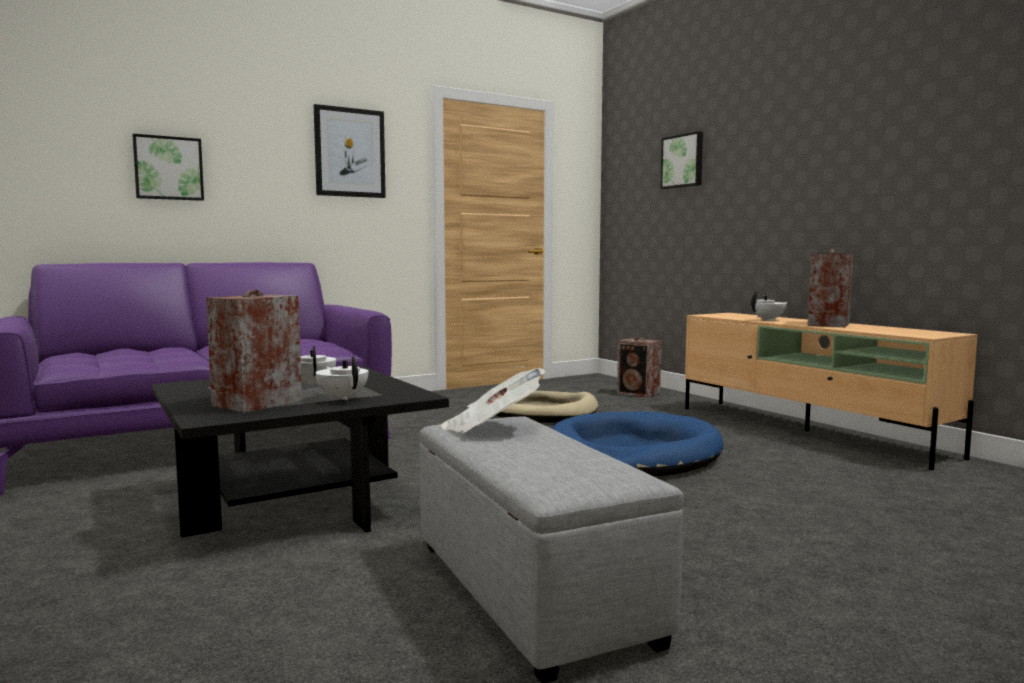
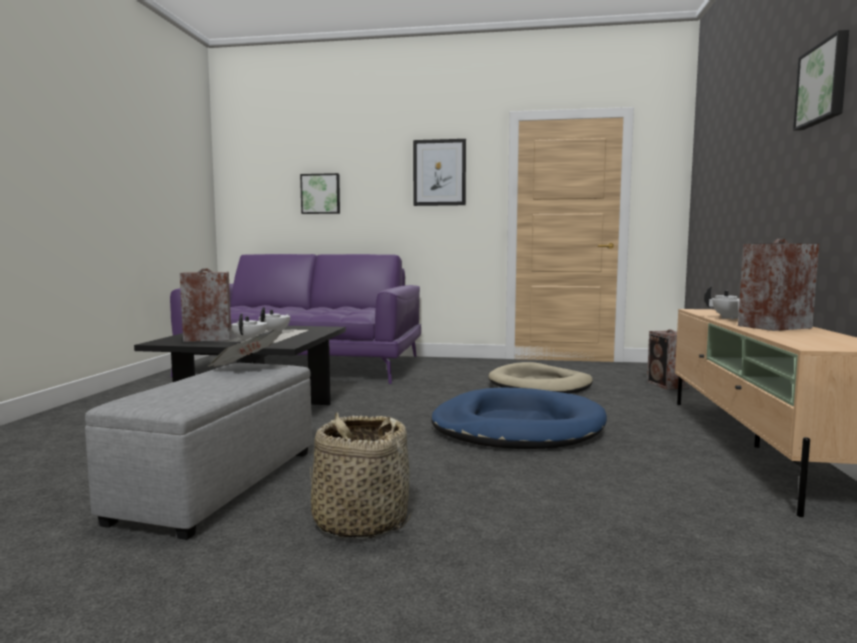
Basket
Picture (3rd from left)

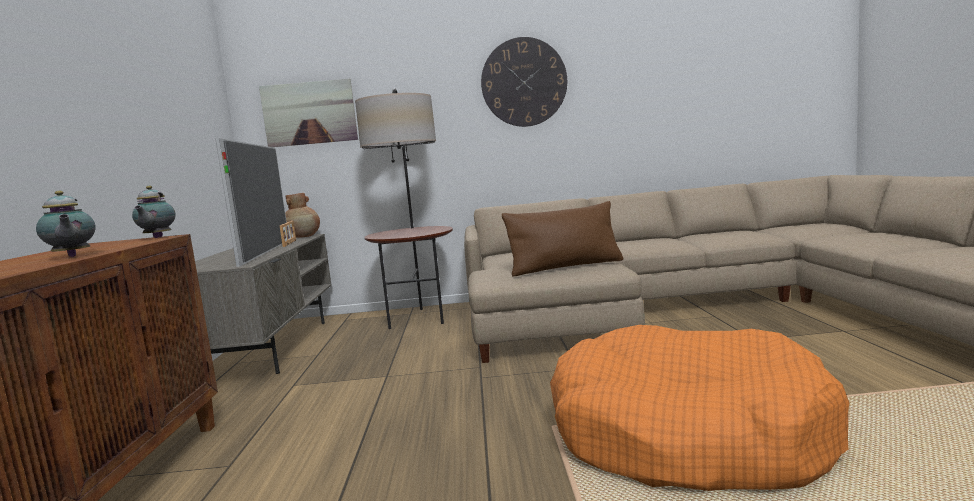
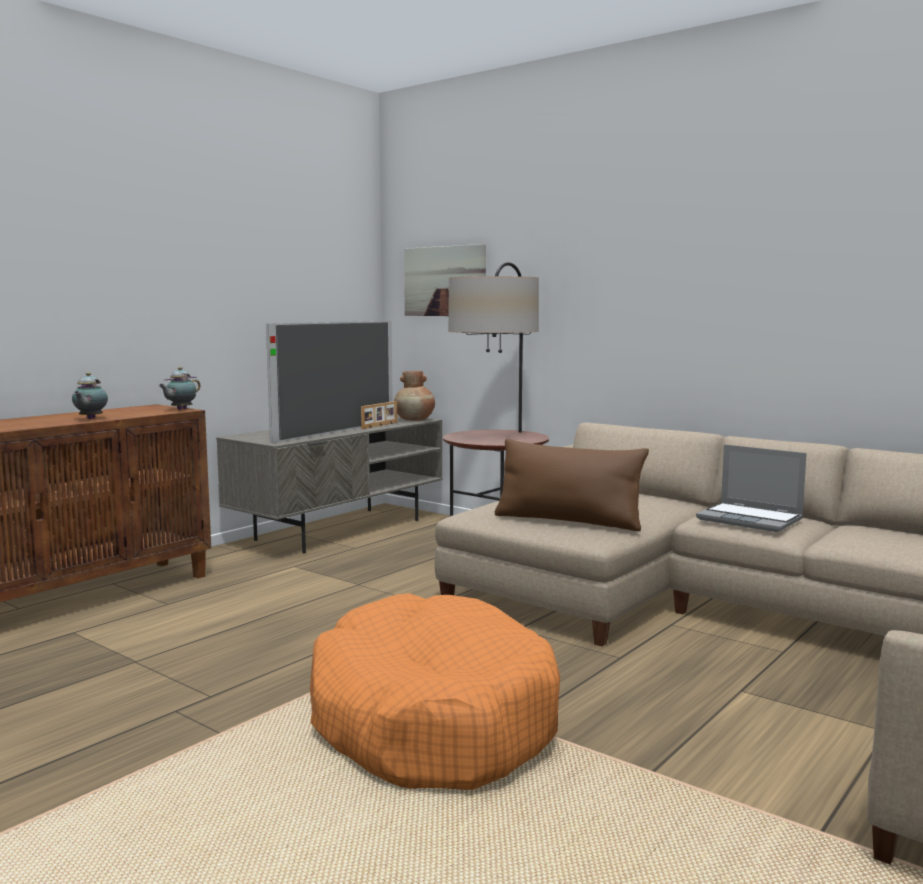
Laptop
WallClock

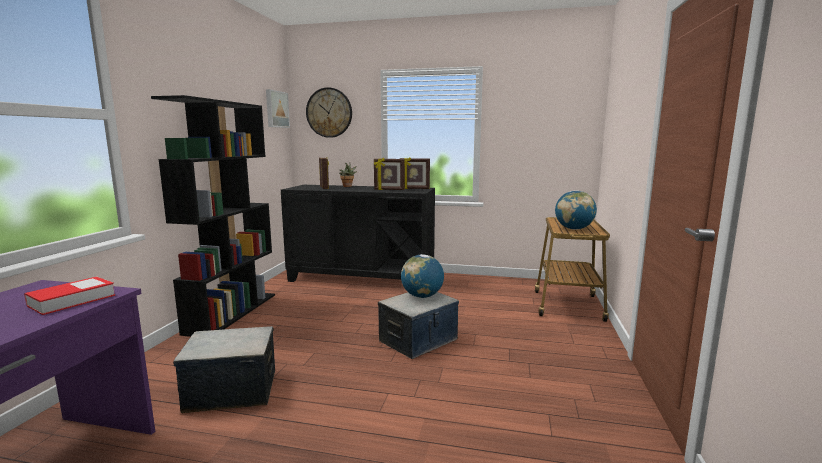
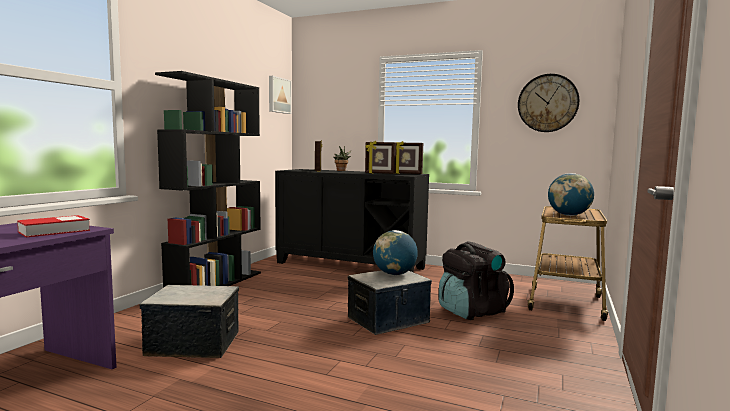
BlackBackpack
WallClock

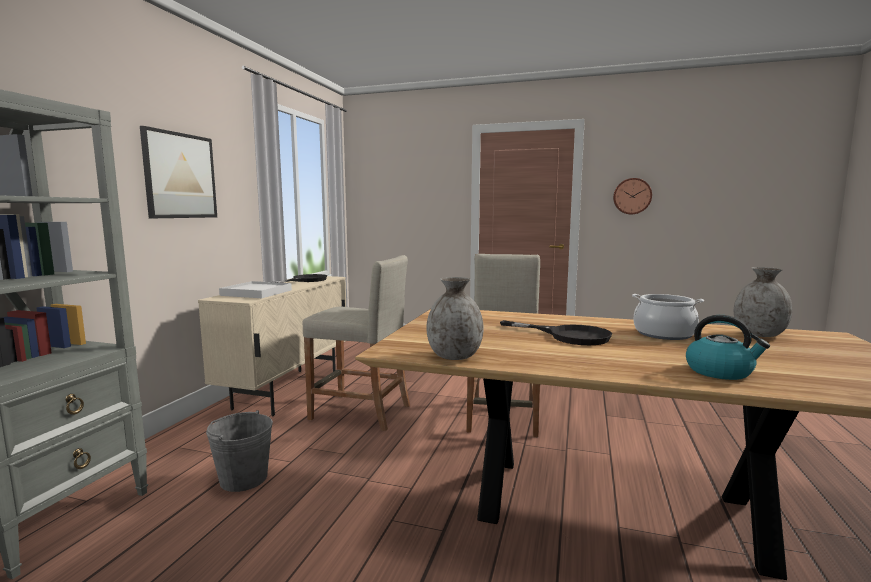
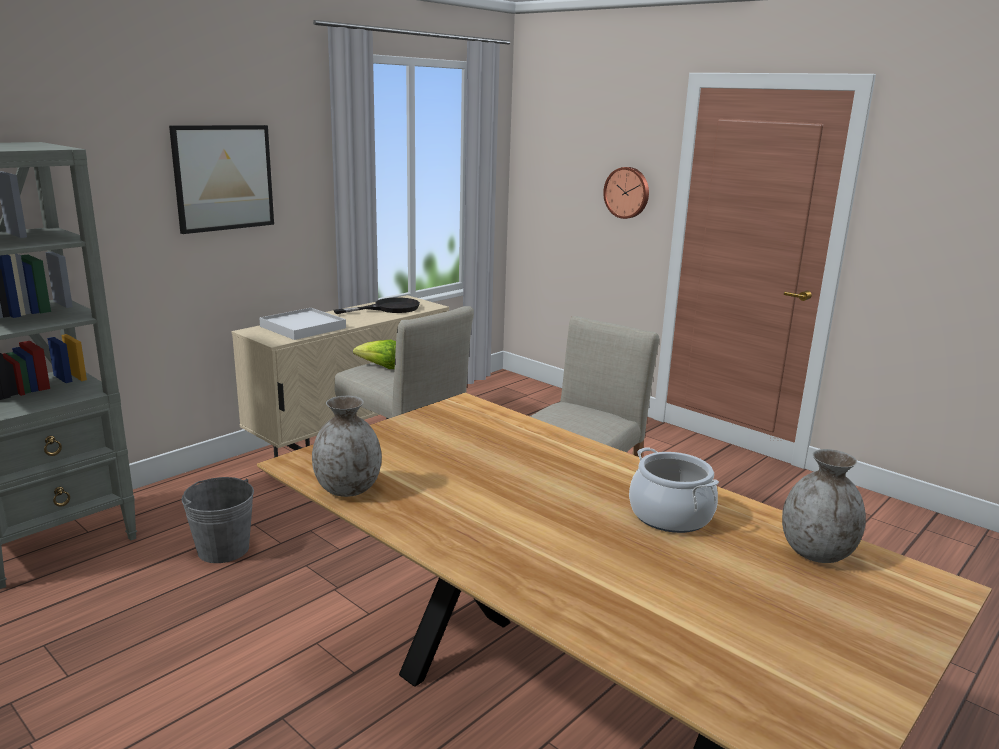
Lettuce
WallClock
BlackFryingPan (2nd from left in the first image)
Kettle

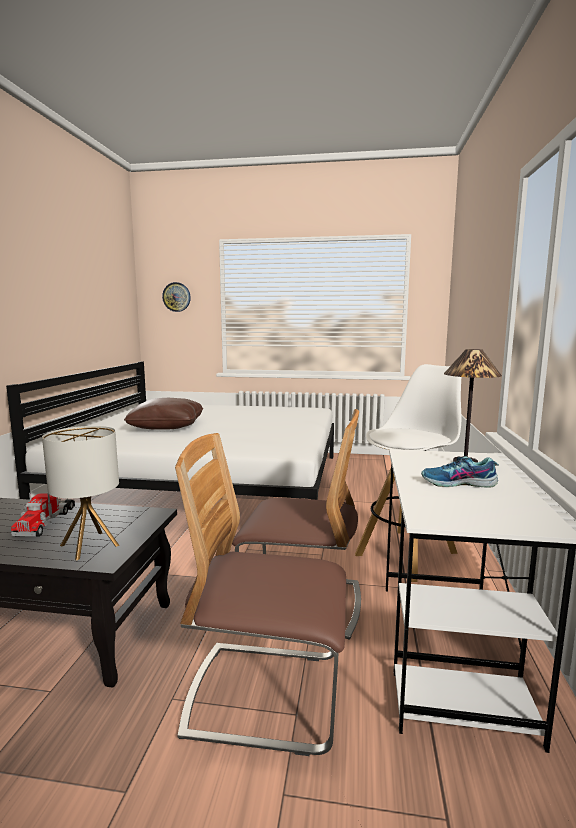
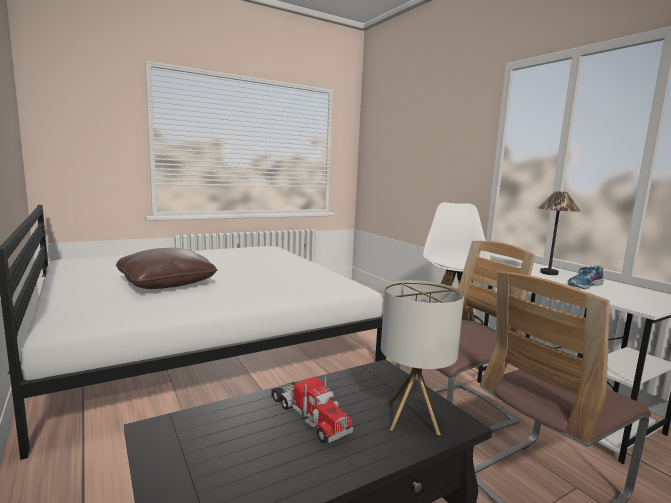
WallClock

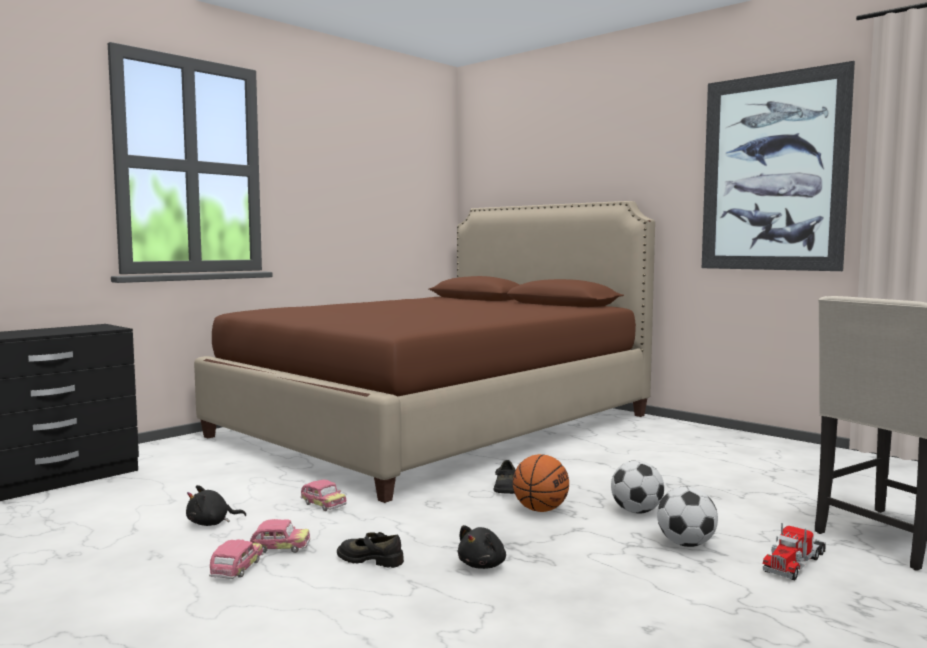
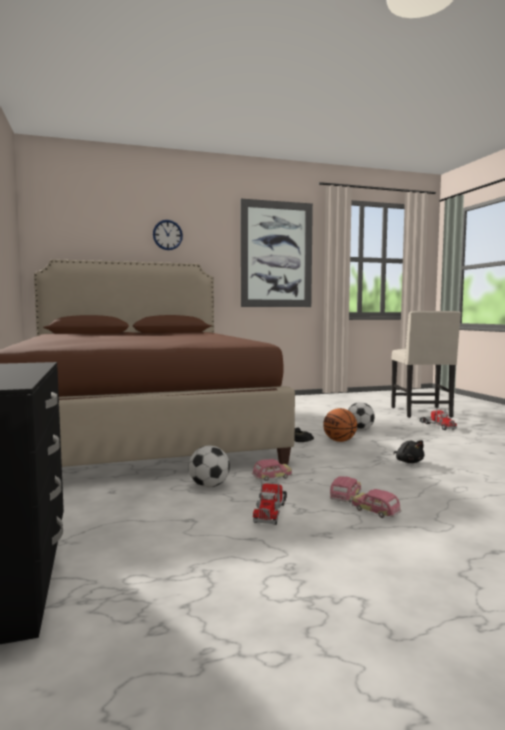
WallClock
Football (1st from left)
ToyTruck (1st from left)
BlackShoe (1st from left in the first image)

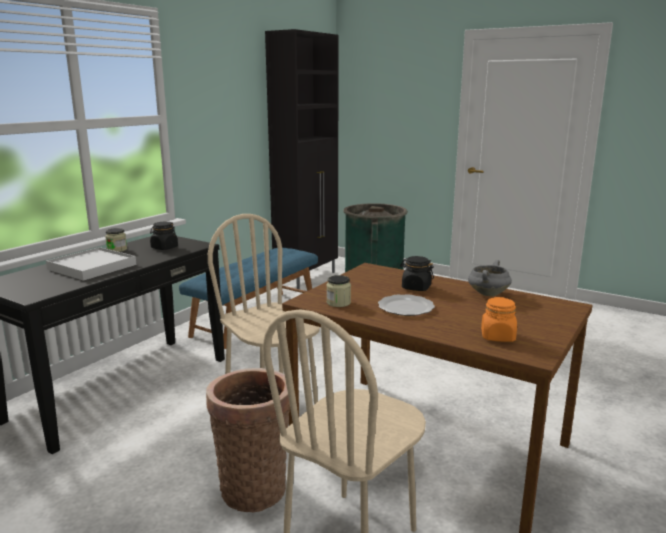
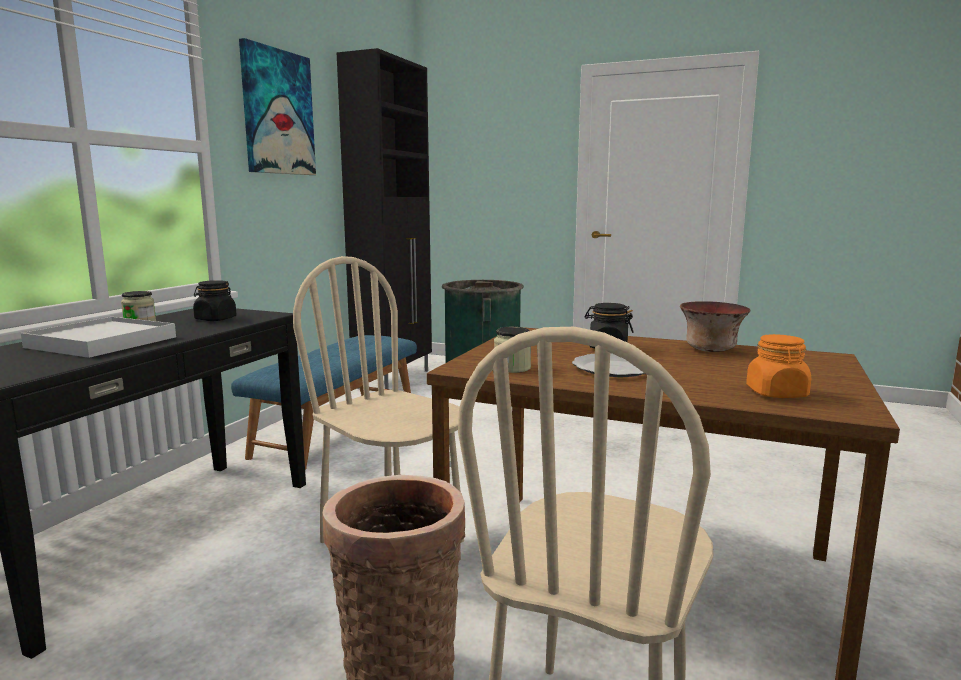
Picture
Bowl

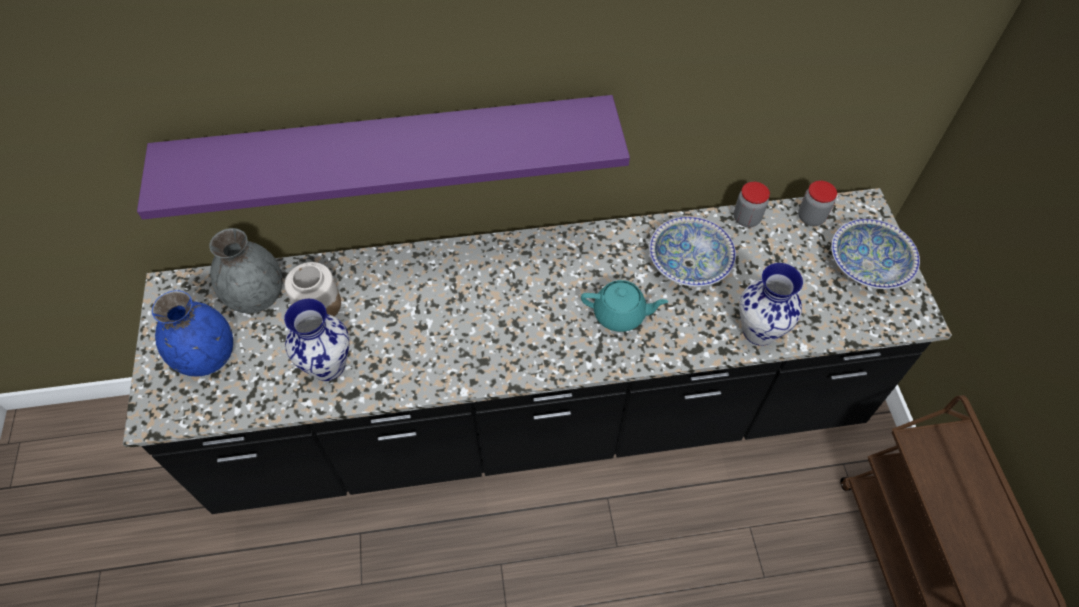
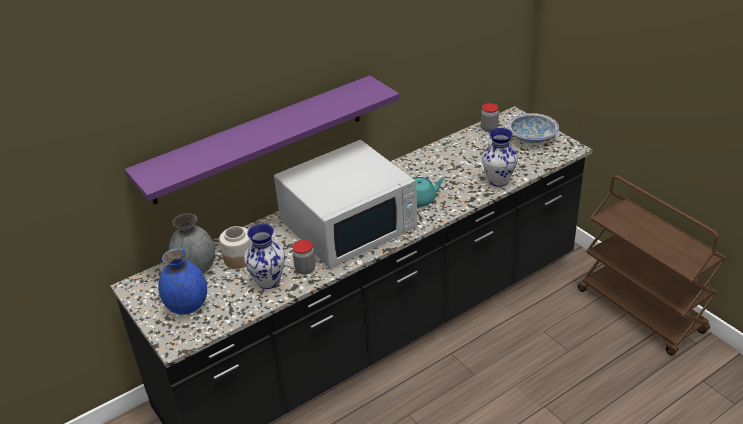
WhiteMicrowave
Jar (2nd from left)
Bowl (1st from left in the first image)

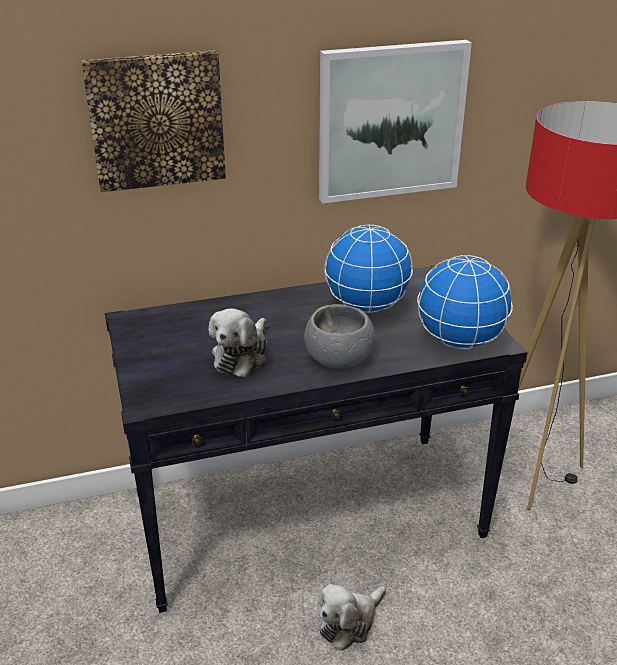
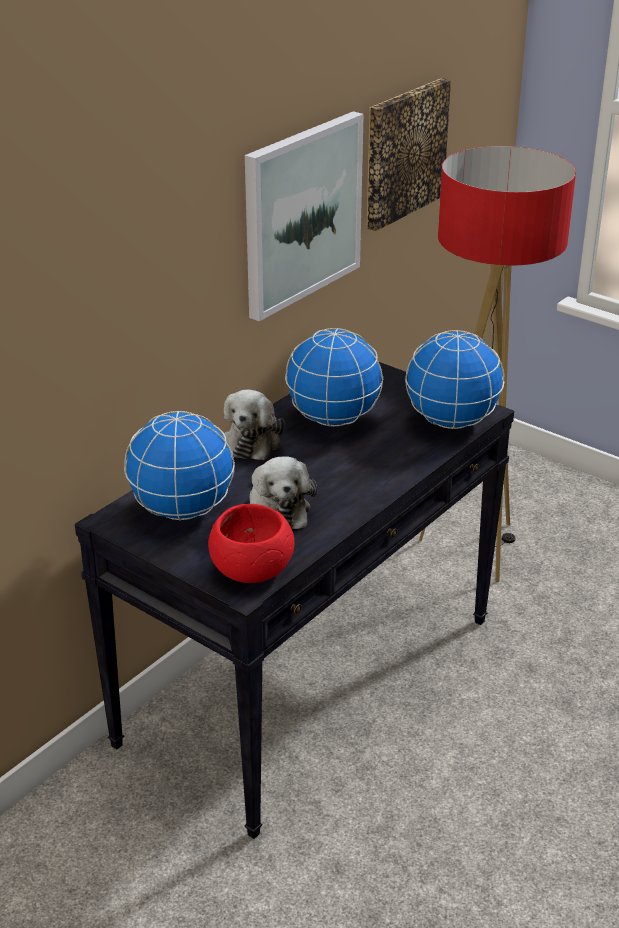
Globe (1st from left)
RedBowl
PlushToy (1st from left)
Picture (2nd from left)
GreyBowl

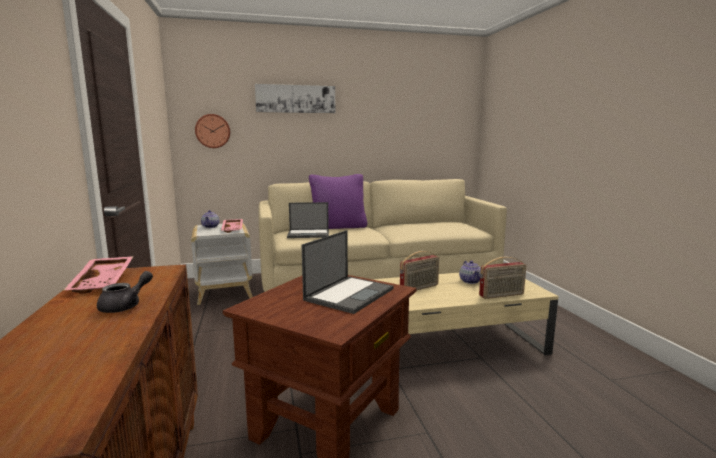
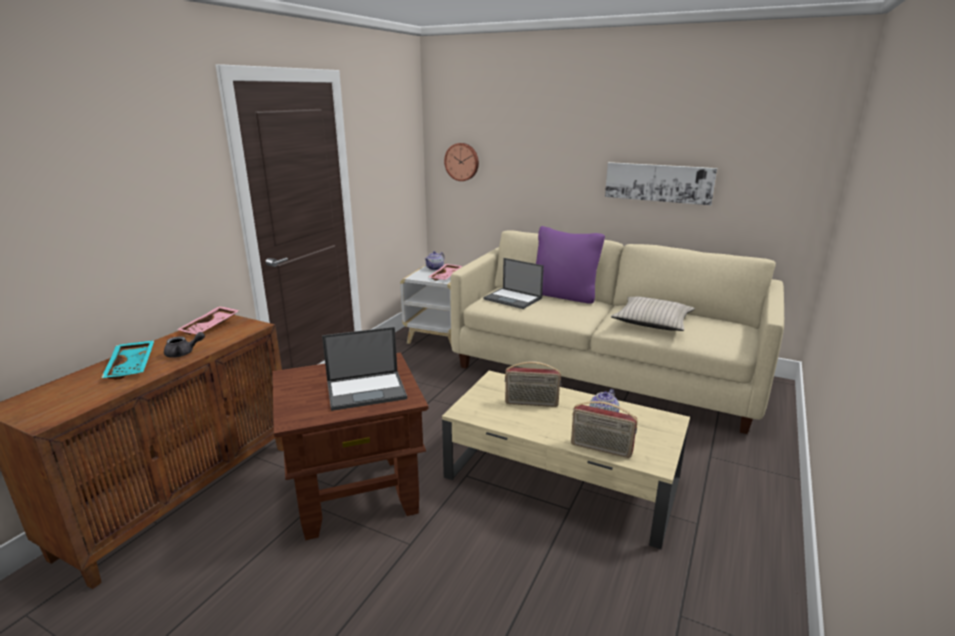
TurquoiseTray
Picture
BeigePillow

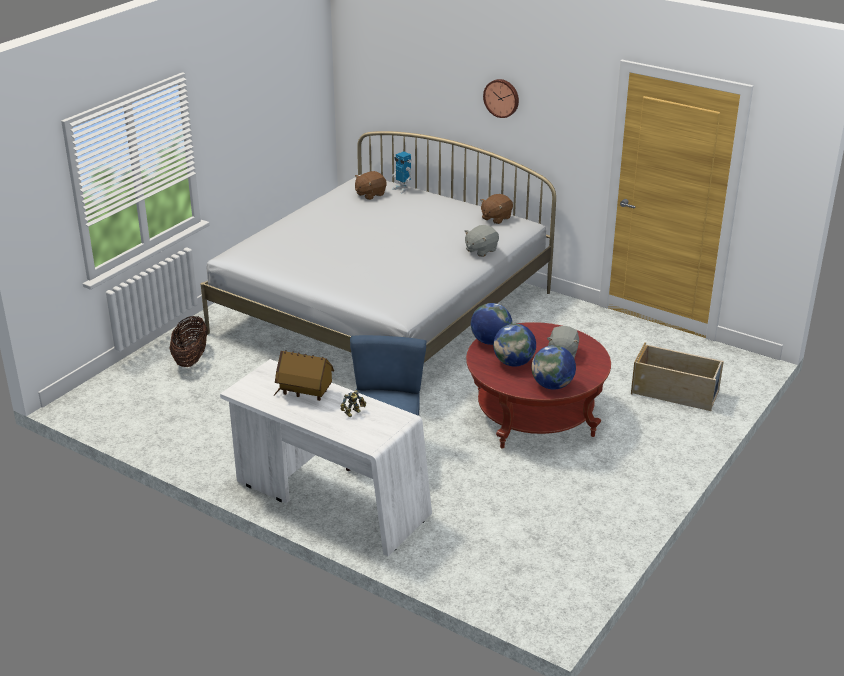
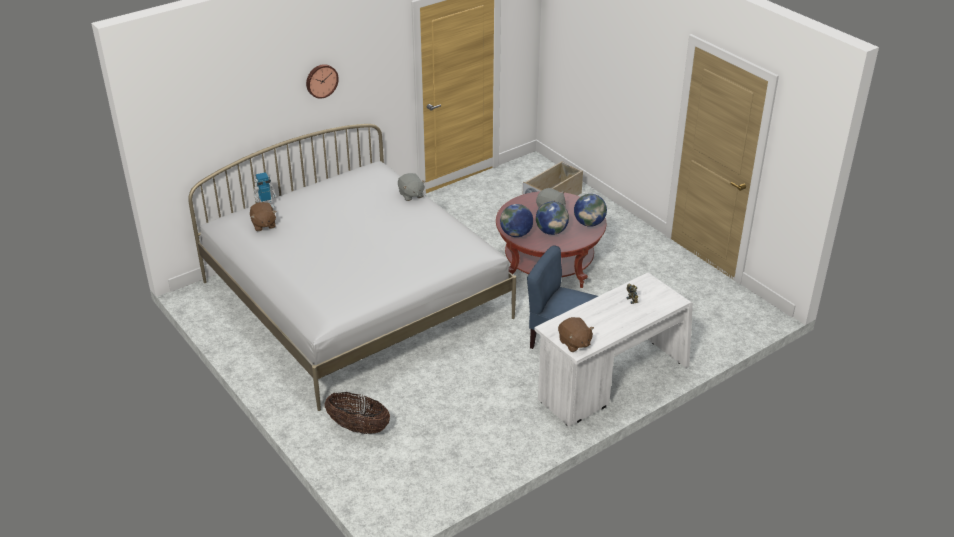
BrownPlushToy (2nd from left)
ToyHouse

